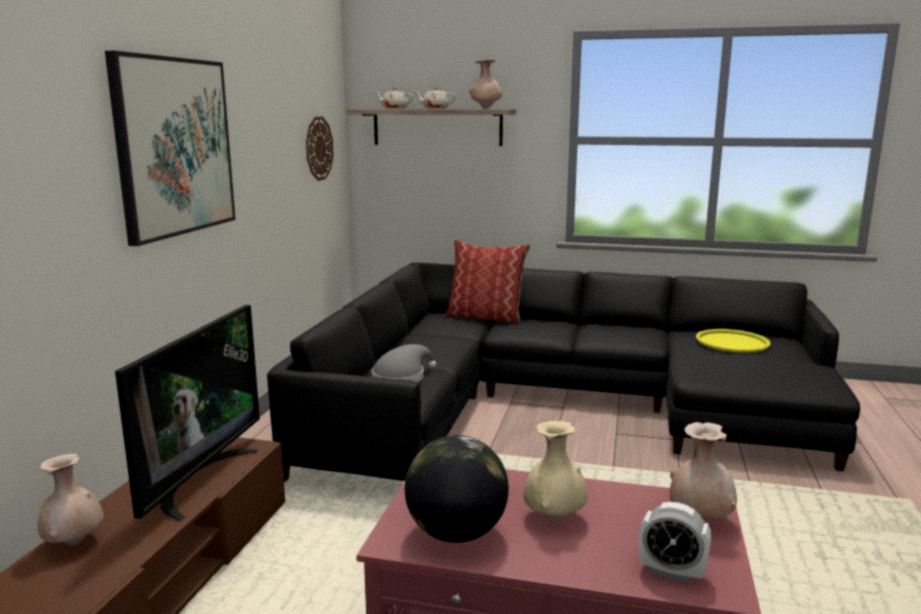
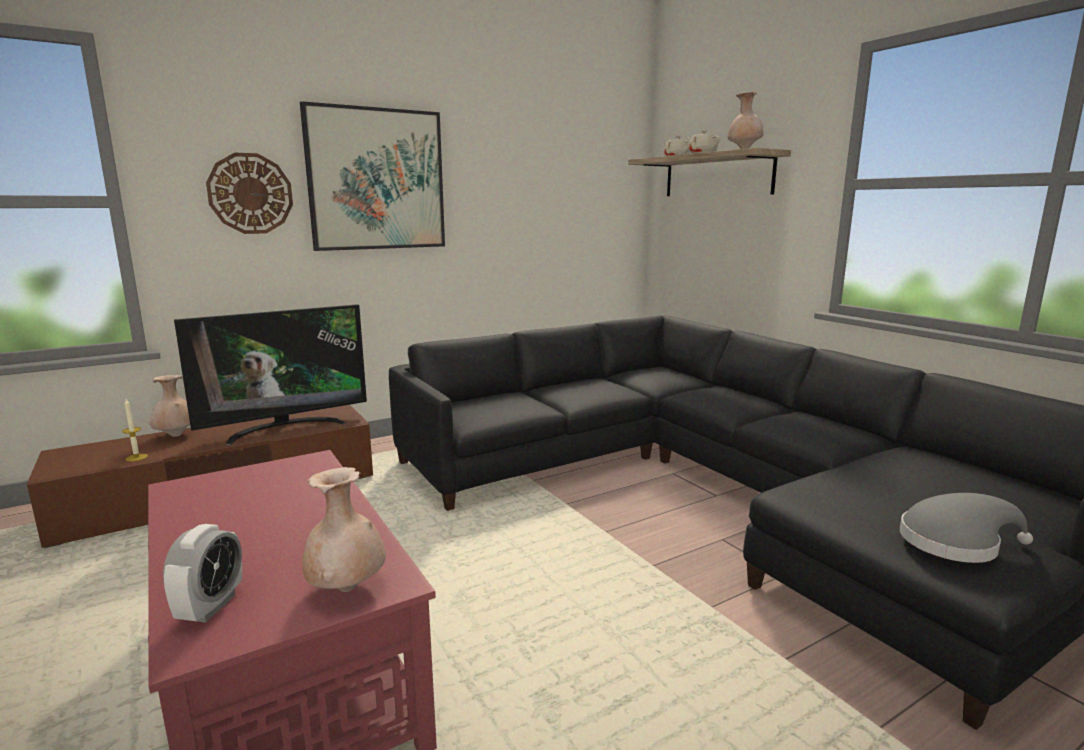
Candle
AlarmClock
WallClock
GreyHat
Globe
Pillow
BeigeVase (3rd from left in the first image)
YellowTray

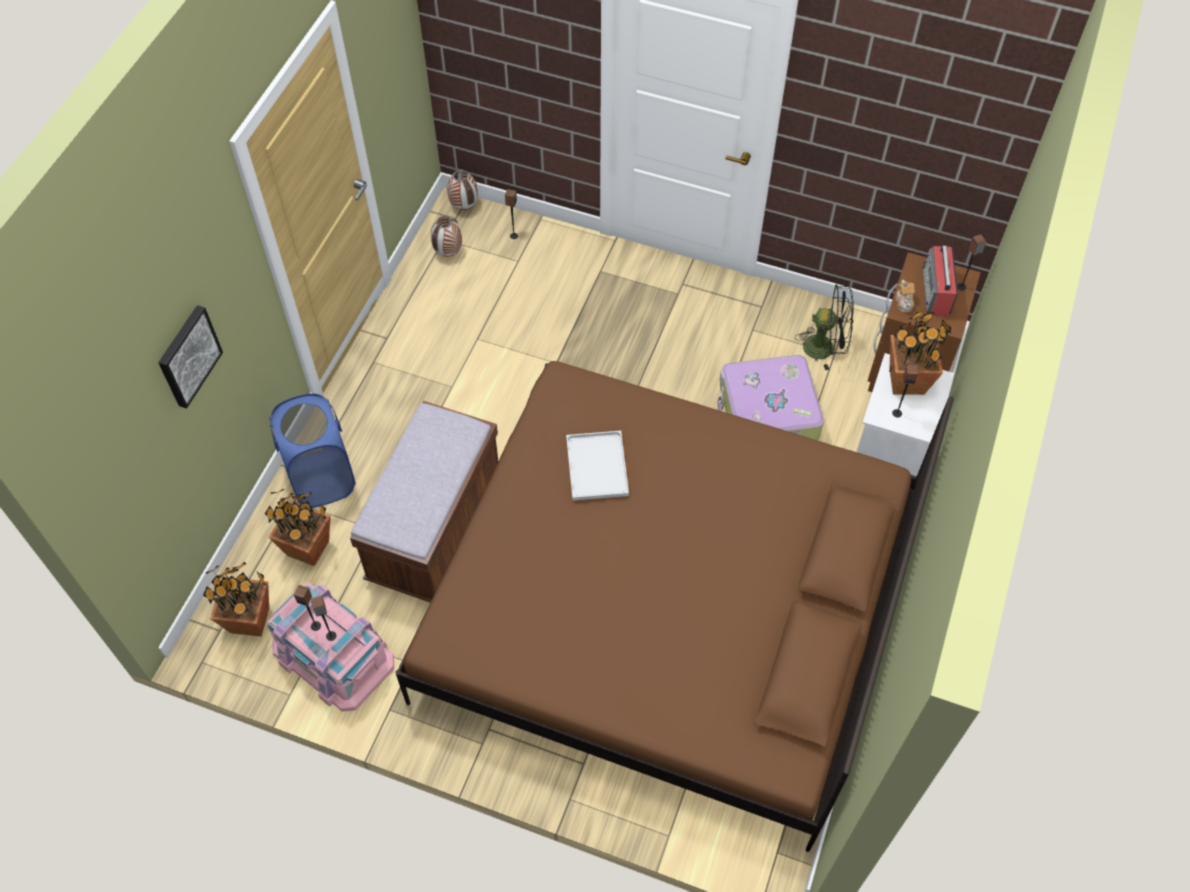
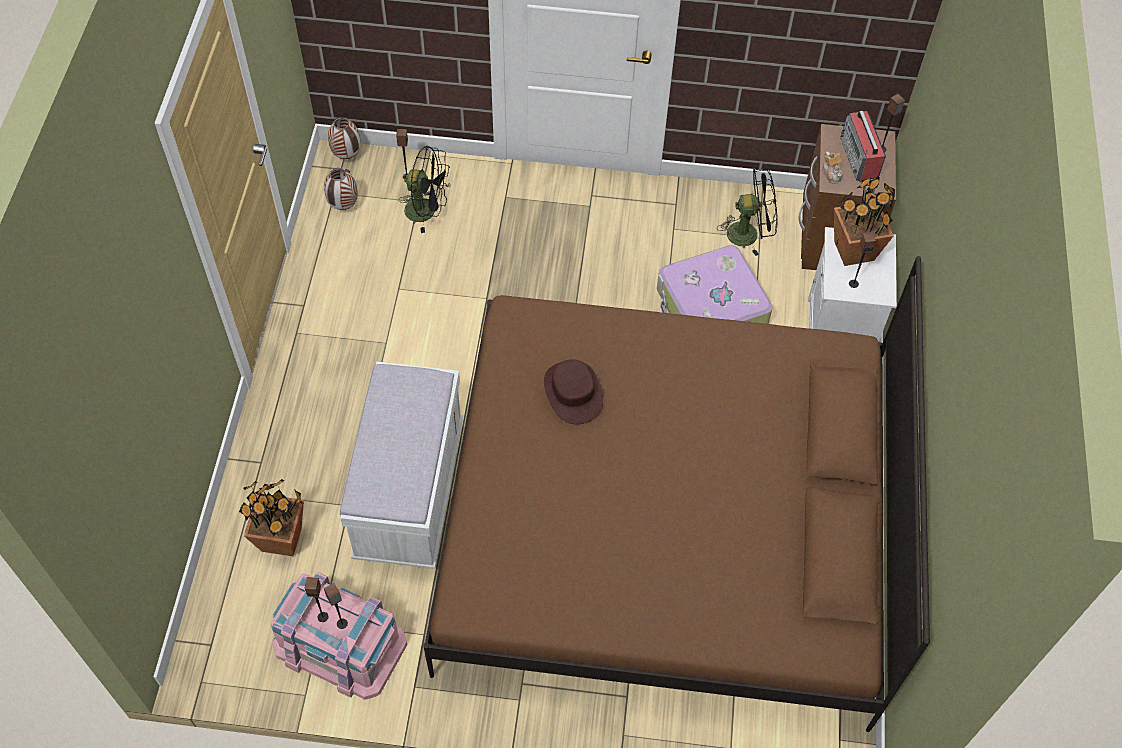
WhiteBench
BlackFan (1st from left)
BrownHat
Picture
PottedPlant (1st from left in the first image)
BlueLaundryBasket

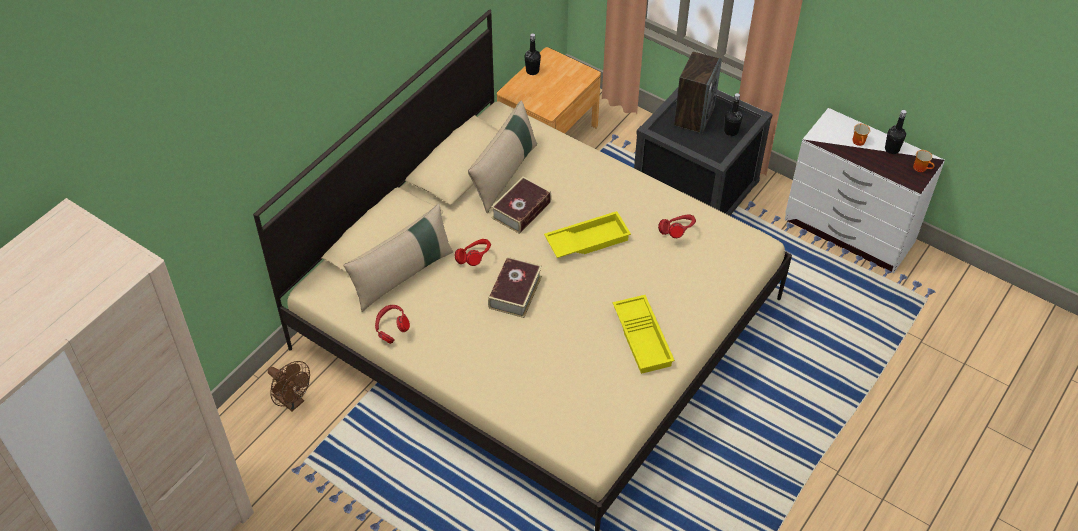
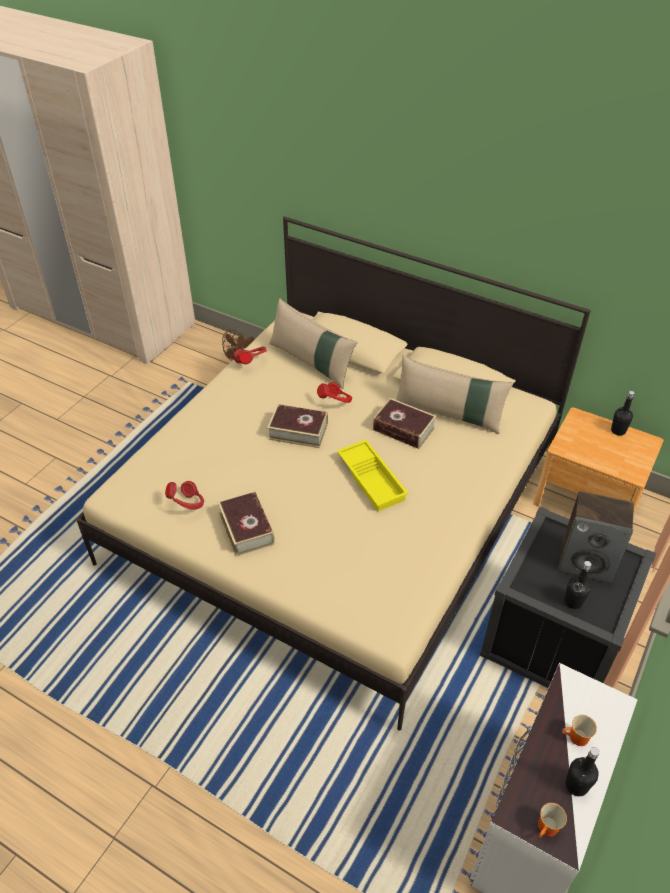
RedHeadphones (1st from left)
Book (1st from left)

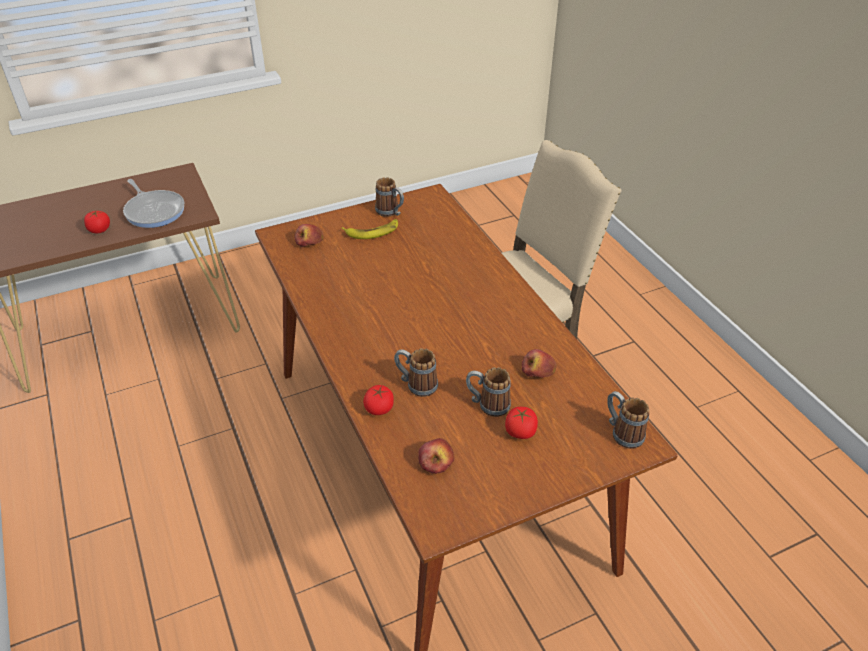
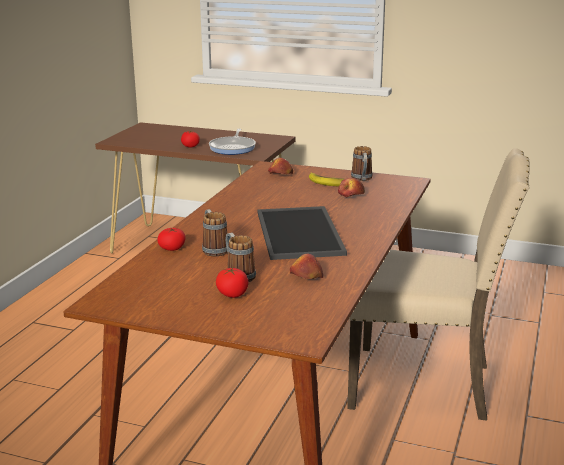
Tray
Apple (3rd from left)
Mug (4th from left in the first image)

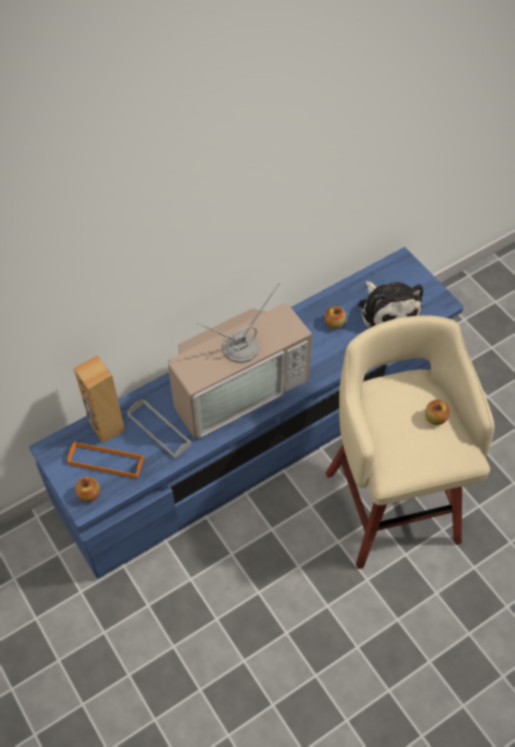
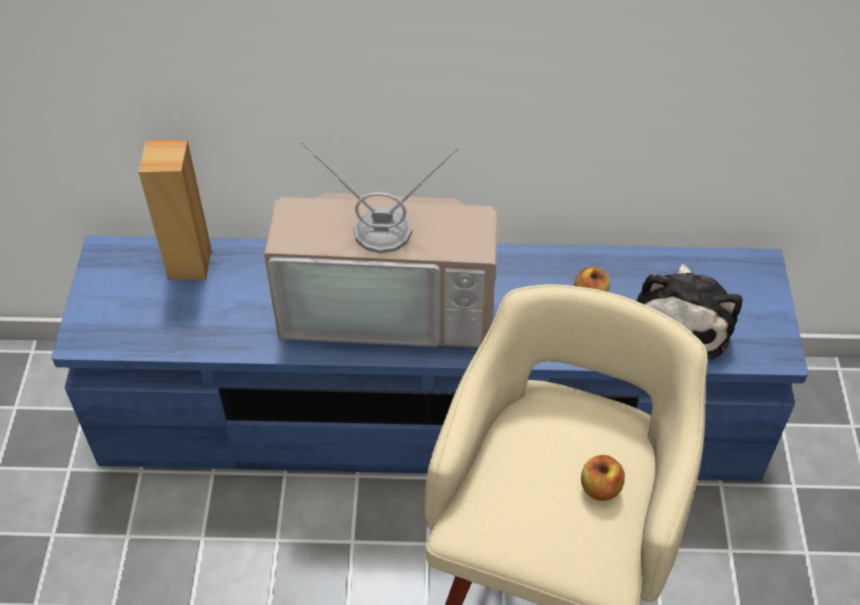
OrangeTray
Apple (1st from left in the first image)
GreyTray

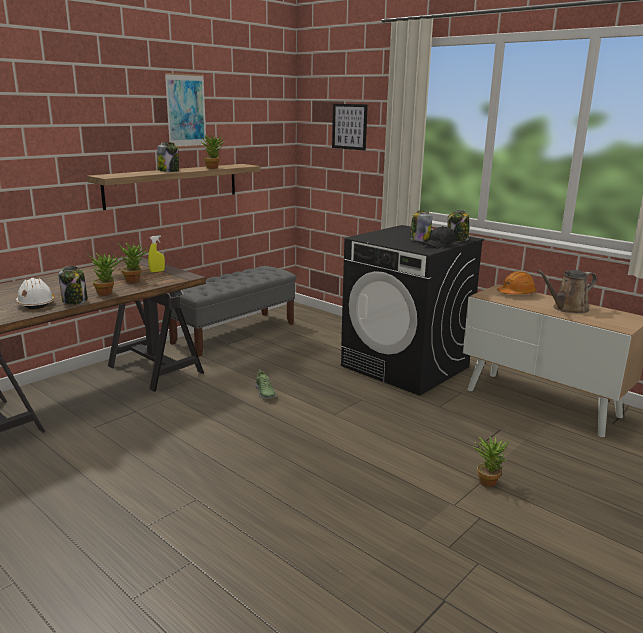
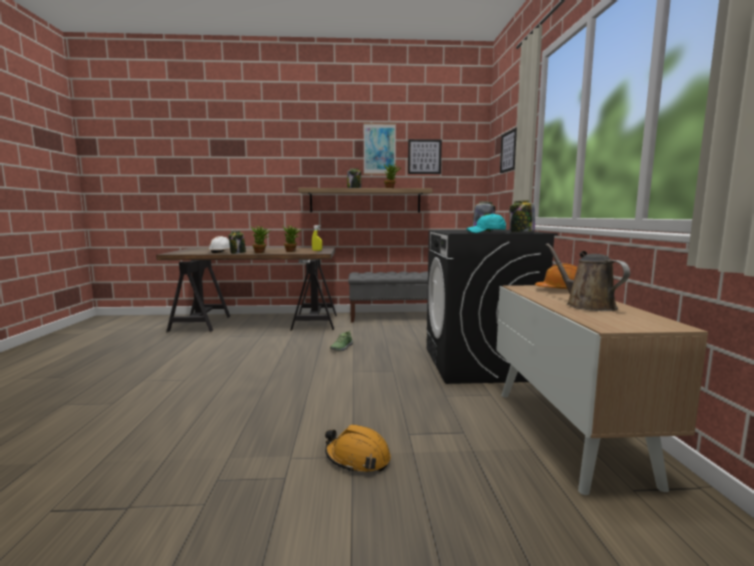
OrangeHardHat (1st from left)
Picture (2nd from left)
TurquoiseCap
BrownWateringCan

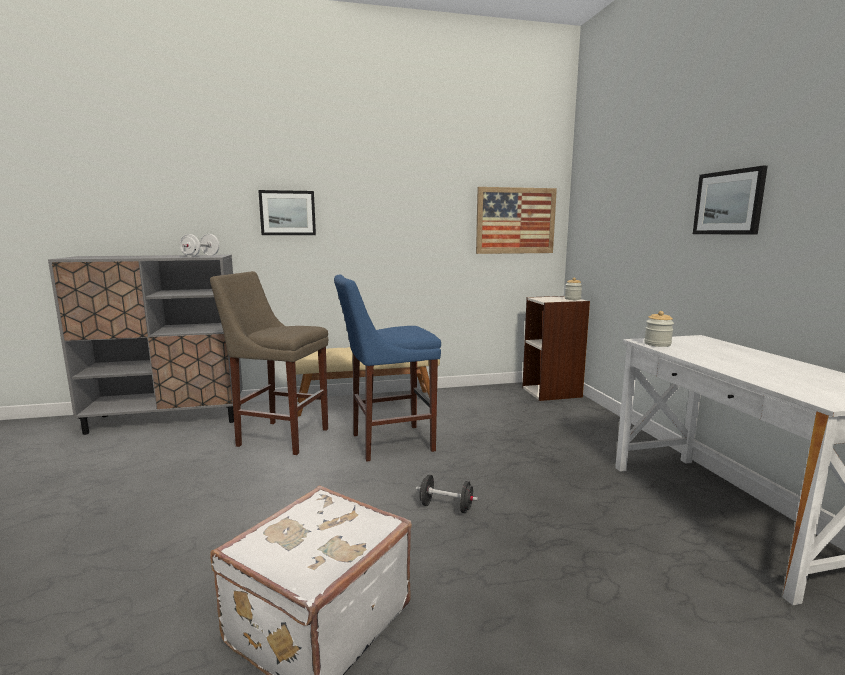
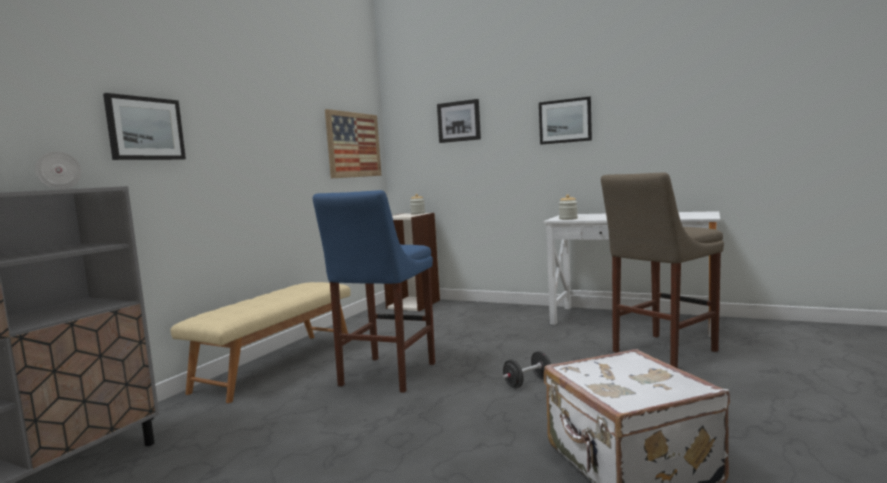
Picture (3rd from left)
BeigeStool

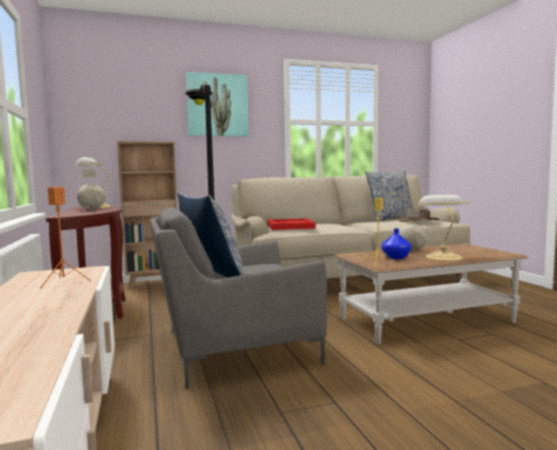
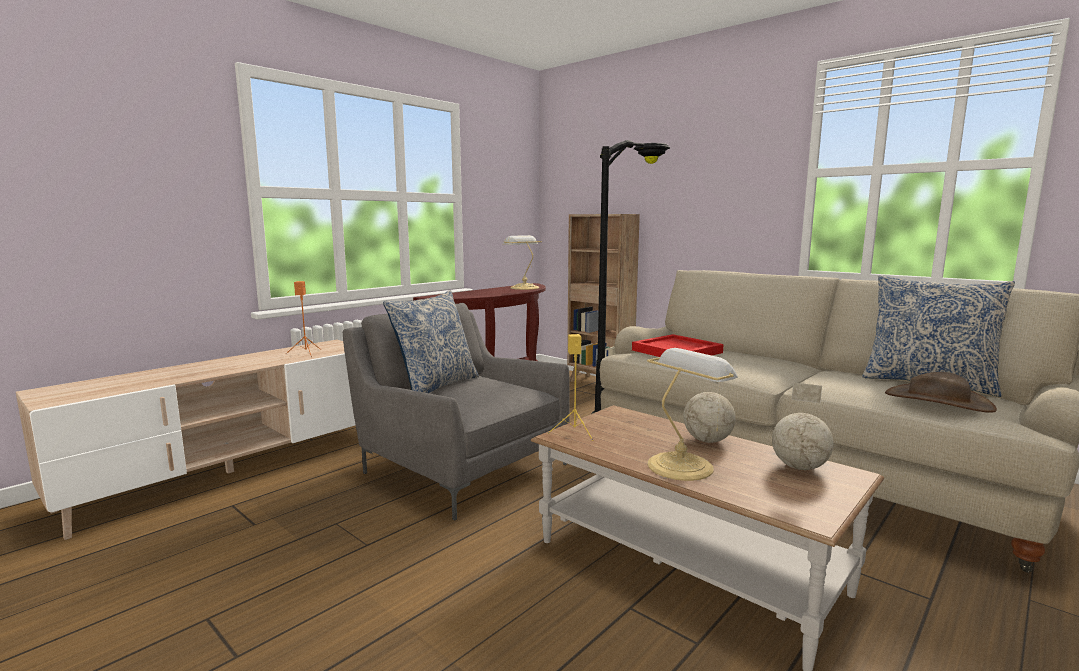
Globe (2nd from left)
Picture
BlueVase

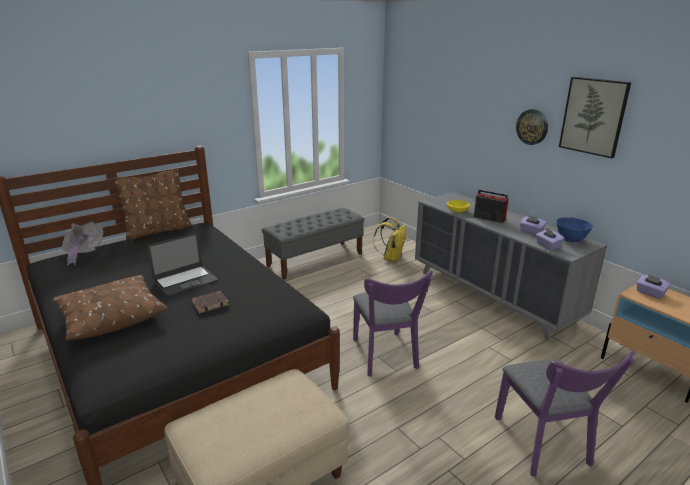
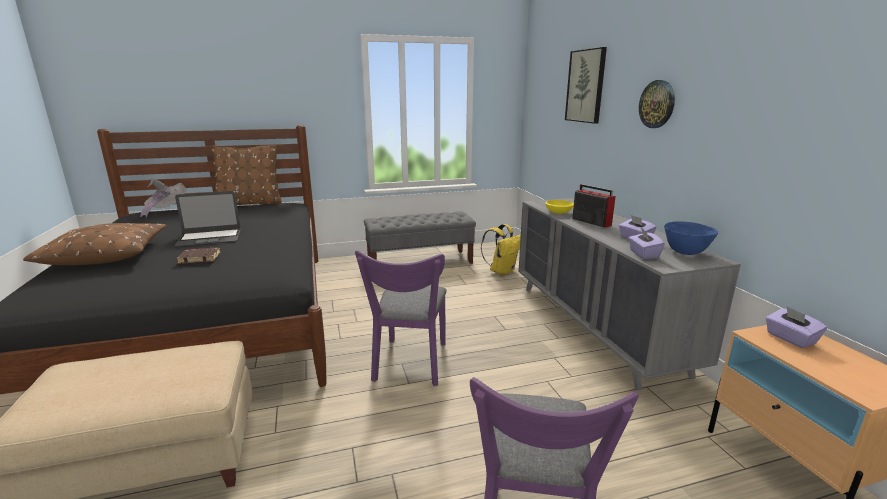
Picture

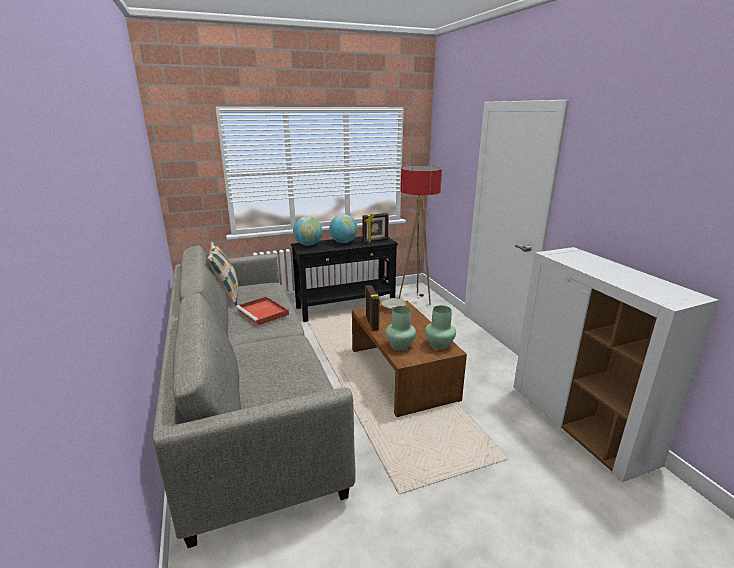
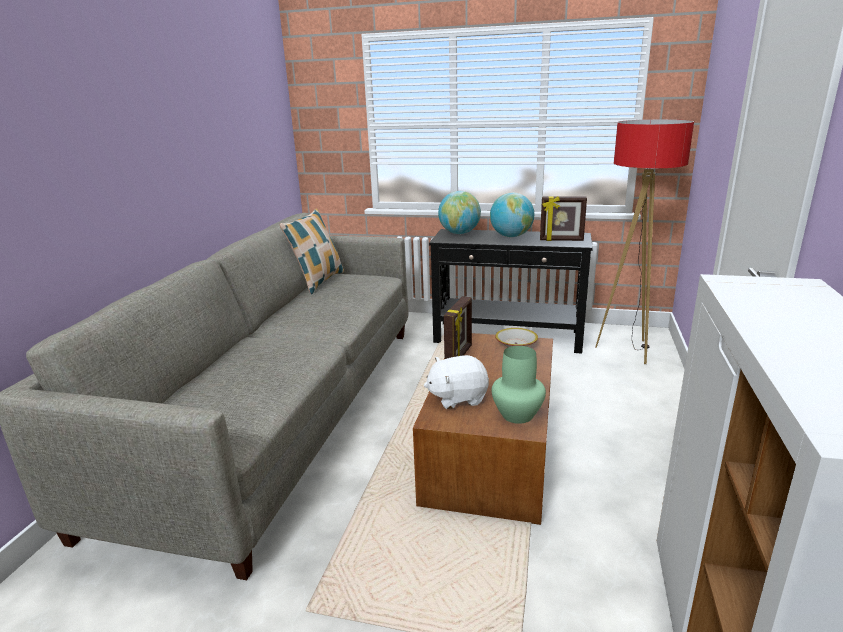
WhitePlushToy
RedTray

